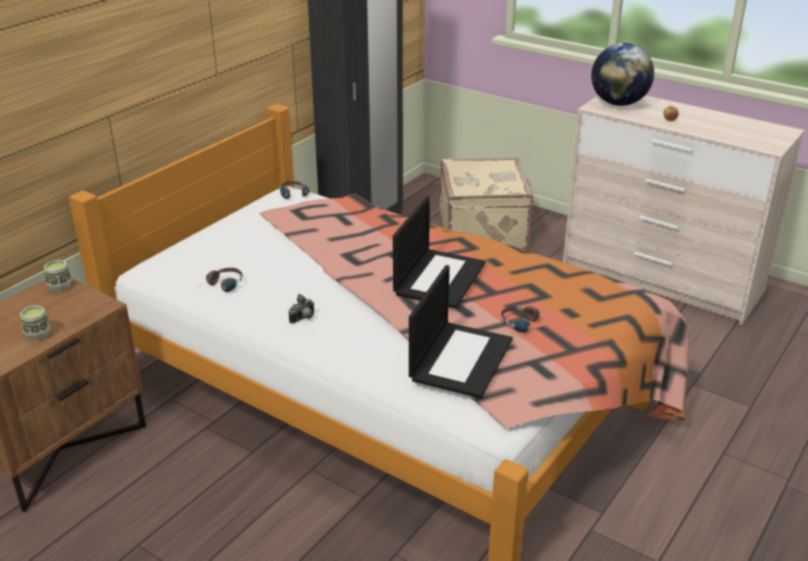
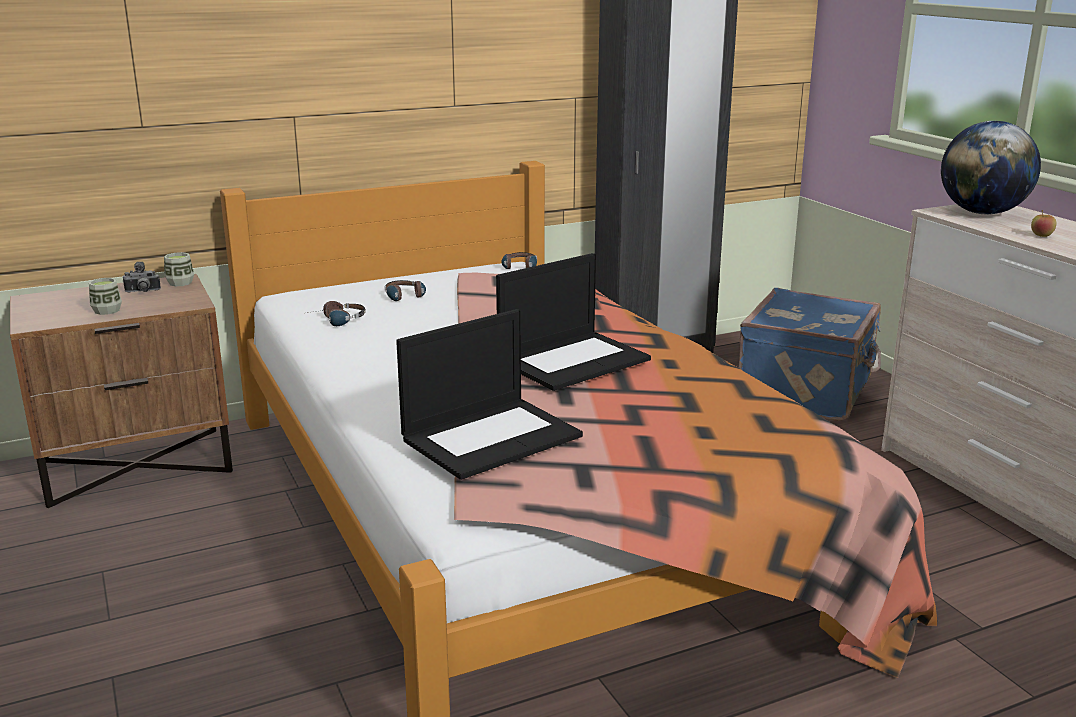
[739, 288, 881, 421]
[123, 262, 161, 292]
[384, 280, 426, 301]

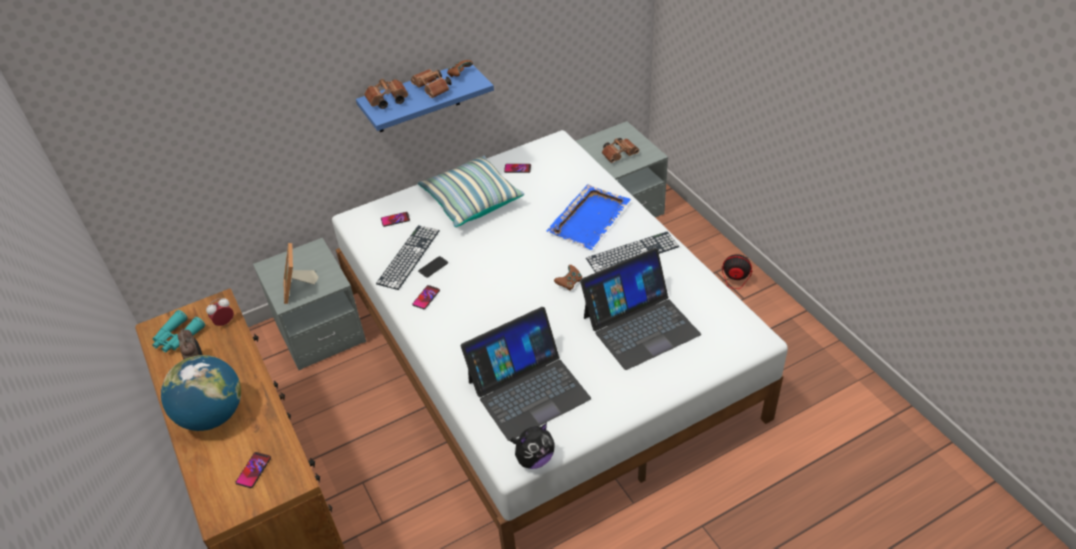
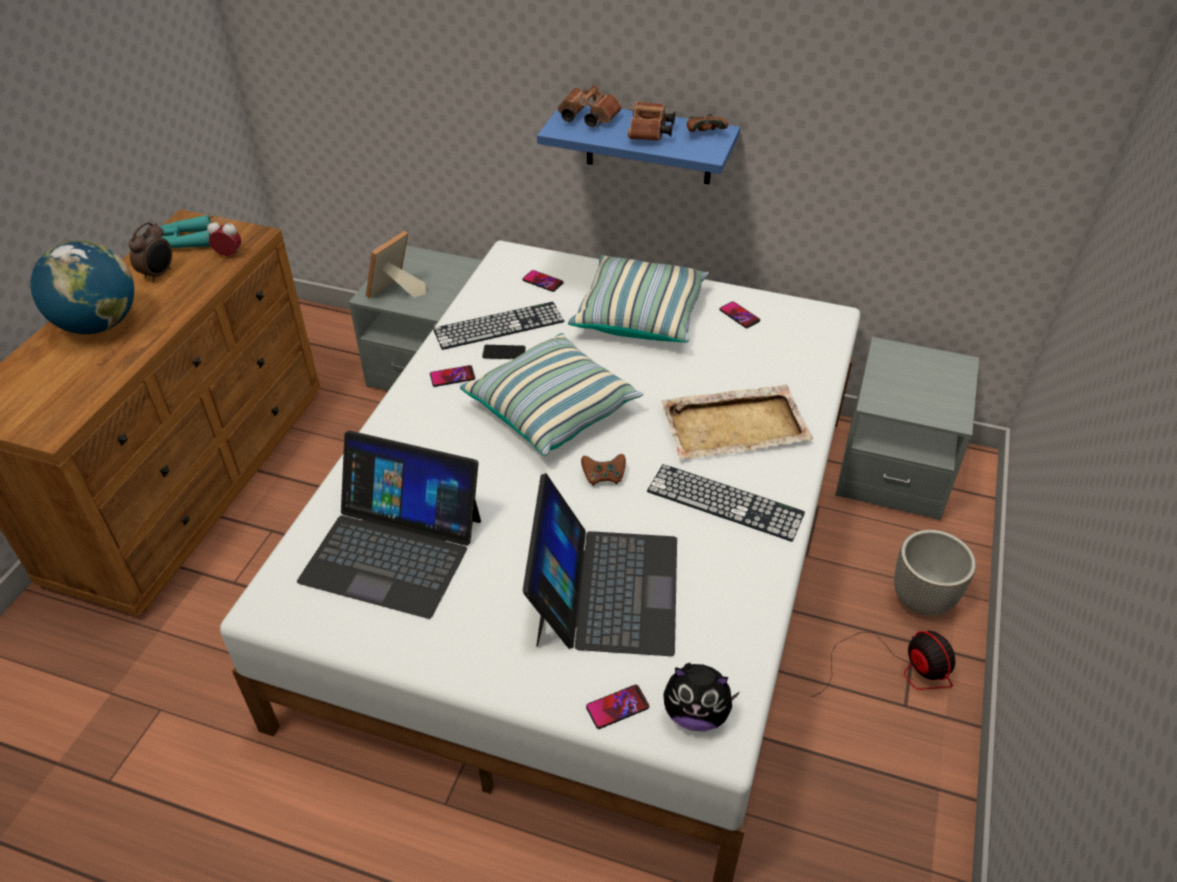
[602, 138, 639, 163] (first image)
[661, 385, 813, 460]
[523, 473, 677, 656]
[663, 663, 739, 731]
[586, 685, 649, 729]
[460, 333, 644, 456]
[894, 530, 976, 616]

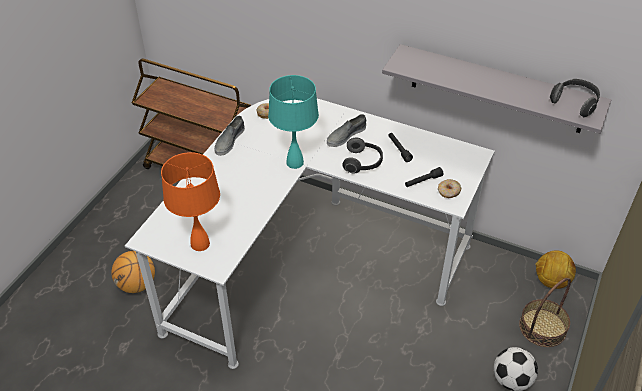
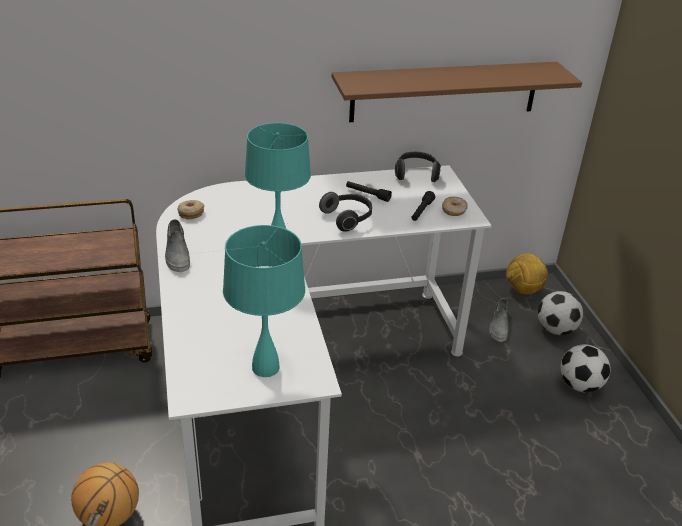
[332, 62, 582, 122]
[395, 152, 441, 182]
[490, 299, 509, 342]
[223, 225, 305, 377]
[538, 291, 583, 335]

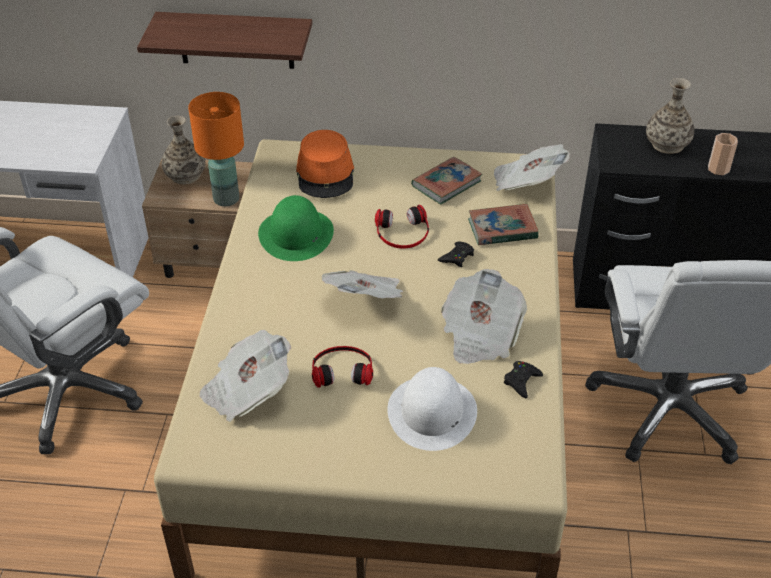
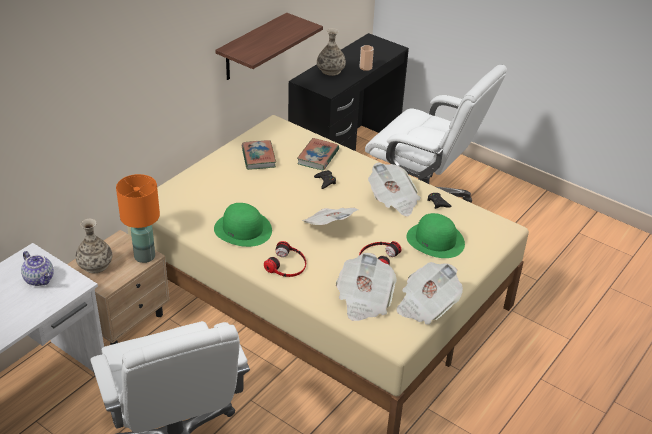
[215, 13, 323, 80]
[296, 130, 354, 198] (first image)
[396, 262, 463, 325]
[264, 241, 306, 277]
[407, 213, 465, 258]
[21, 251, 54, 286]

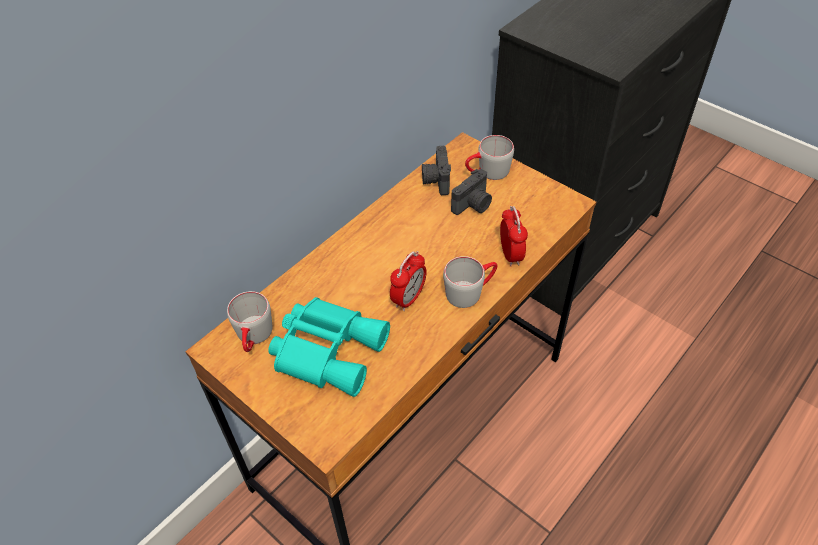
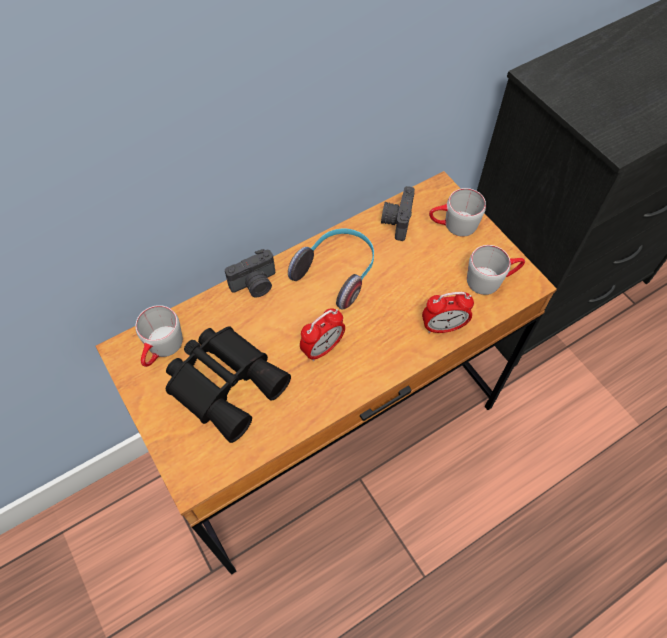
[225, 249, 275, 298]
[422, 292, 474, 333]
[467, 245, 525, 295]
[166, 326, 291, 443]
[288, 228, 374, 310]

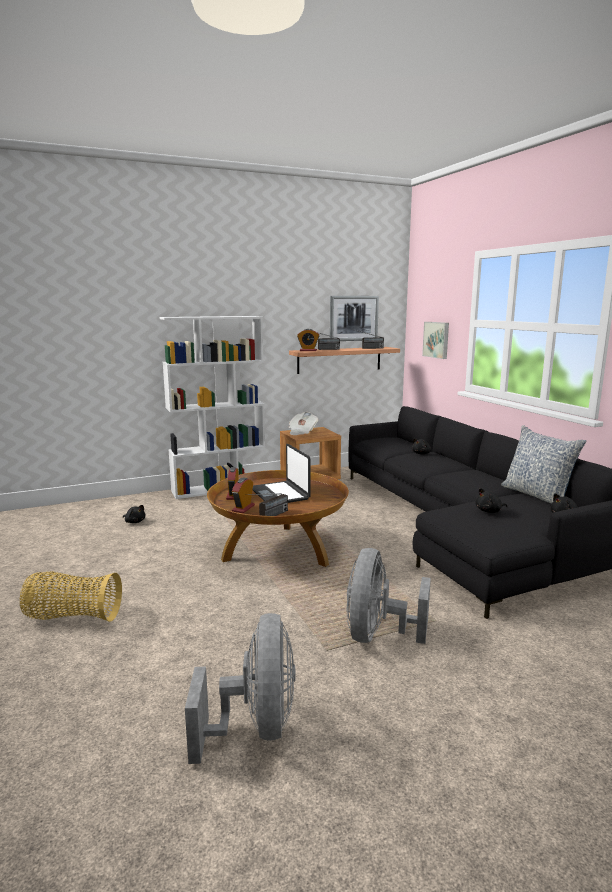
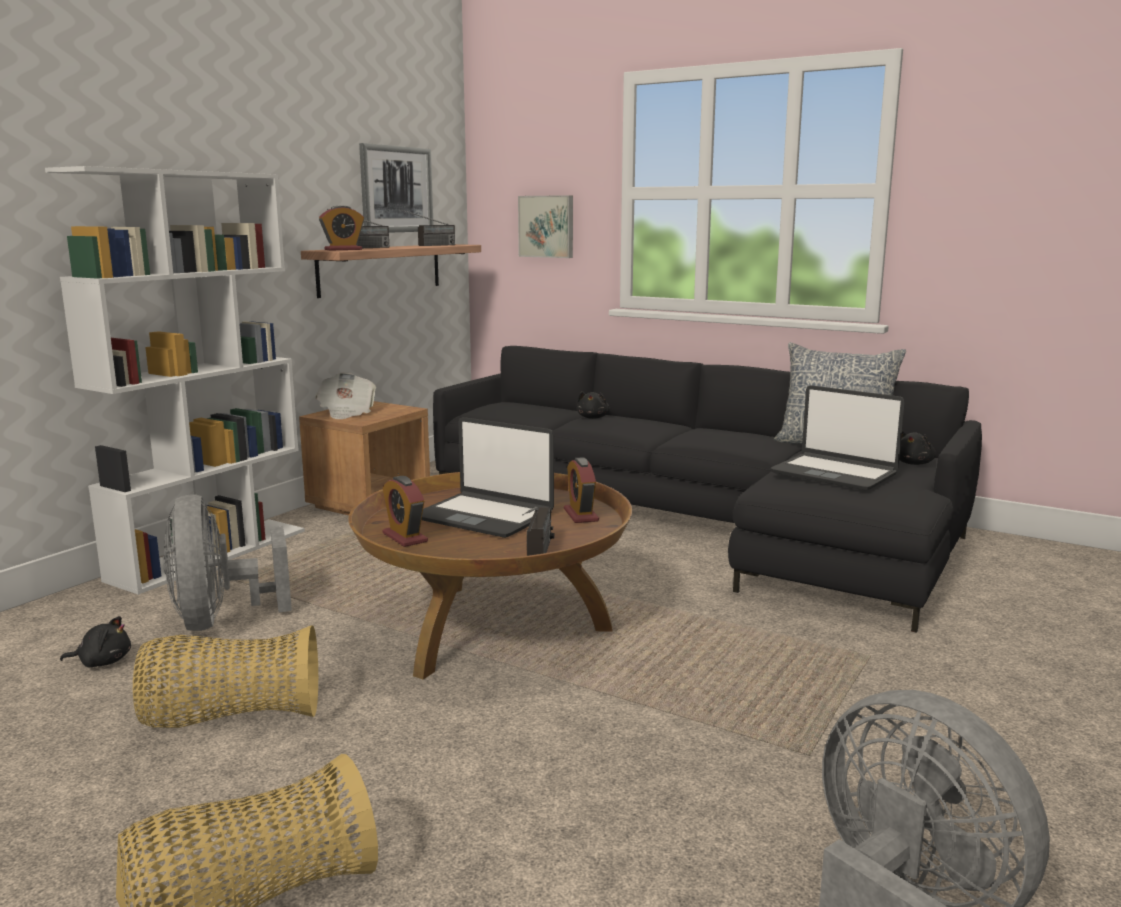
[564, 457, 599, 523]
[771, 385, 905, 491]
[163, 494, 292, 631]
[133, 625, 318, 728]

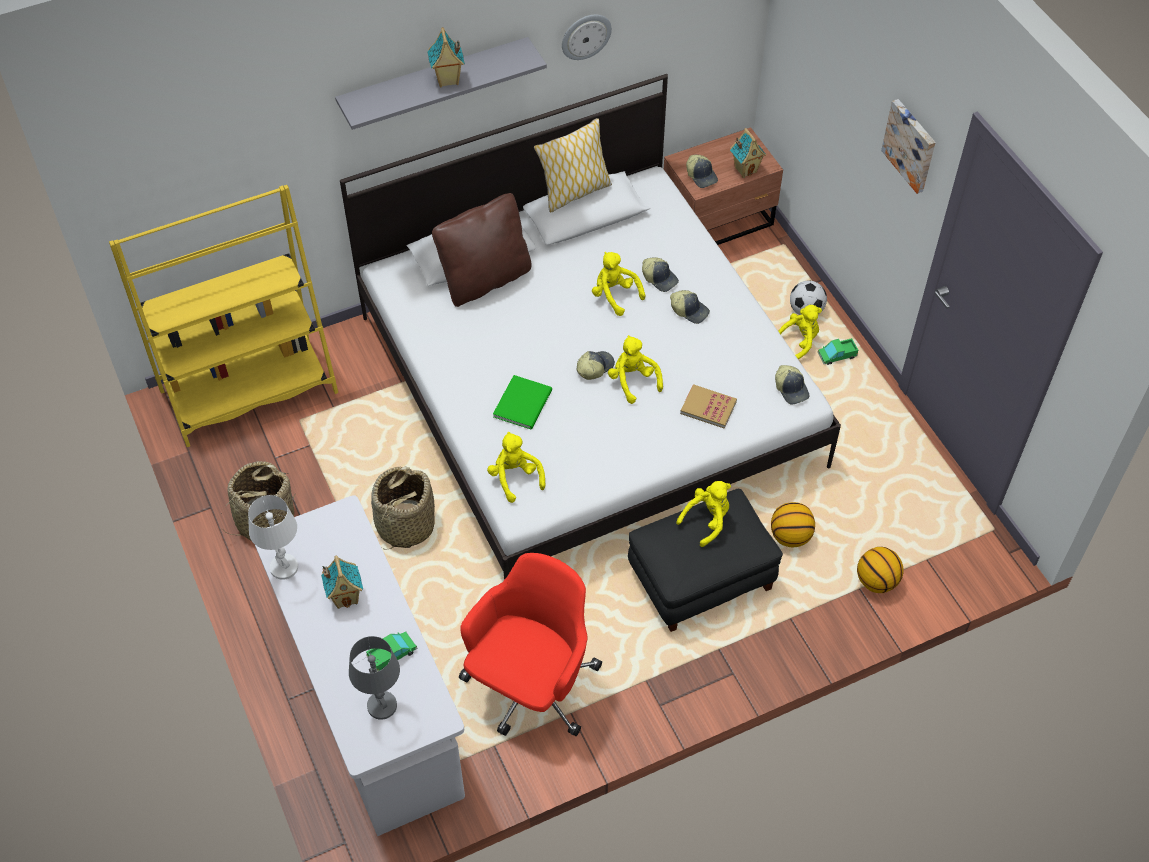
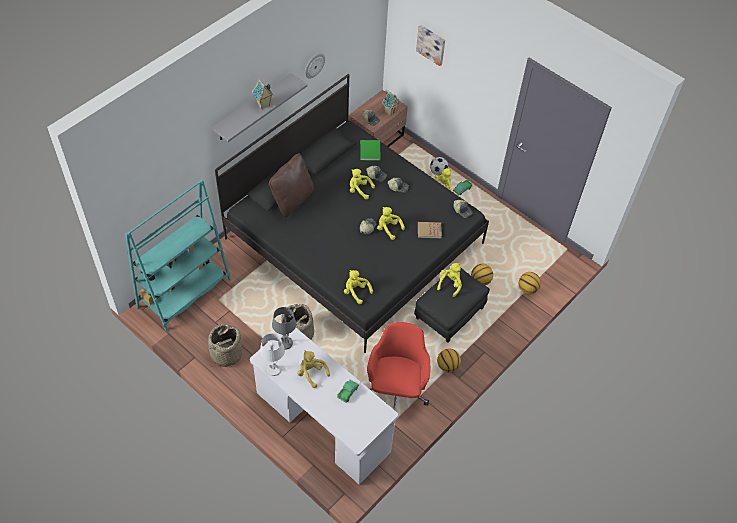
[215, 74, 489, 353]
[416, 25, 445, 66]
[534, 118, 612, 213] (first image)
[125, 179, 231, 331]
[360, 140, 380, 161]
[297, 350, 330, 388]
[272, 307, 296, 350]
[437, 349, 461, 373]

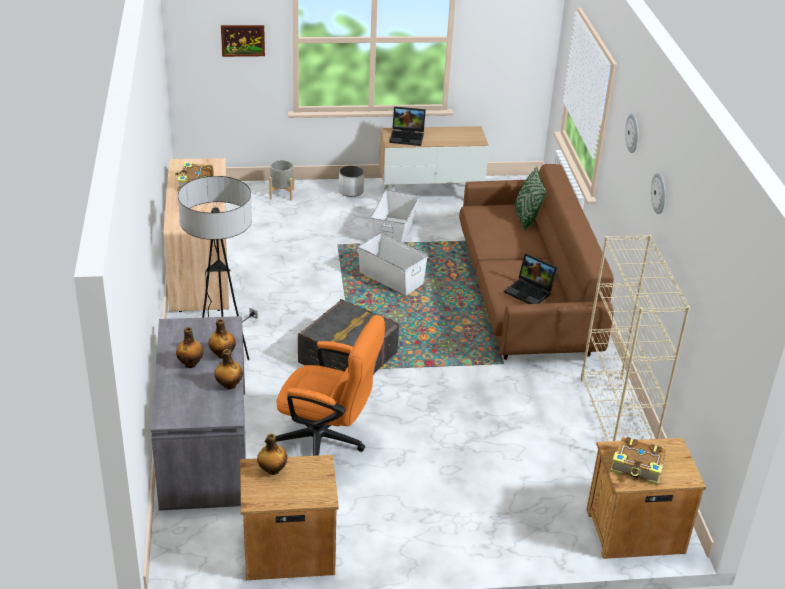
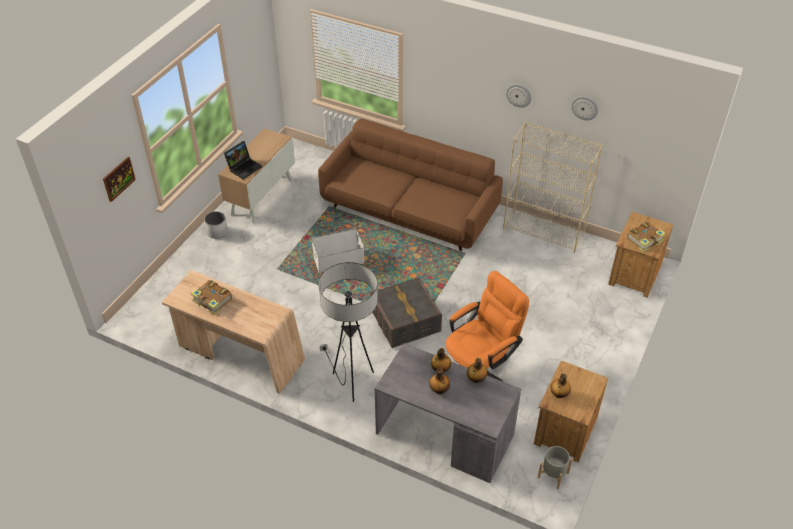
[571, 96, 598, 120]
[538, 446, 573, 489]
[515, 166, 546, 231] (first image)
[371, 189, 419, 242] (first image)
[504, 253, 558, 304] (first image)

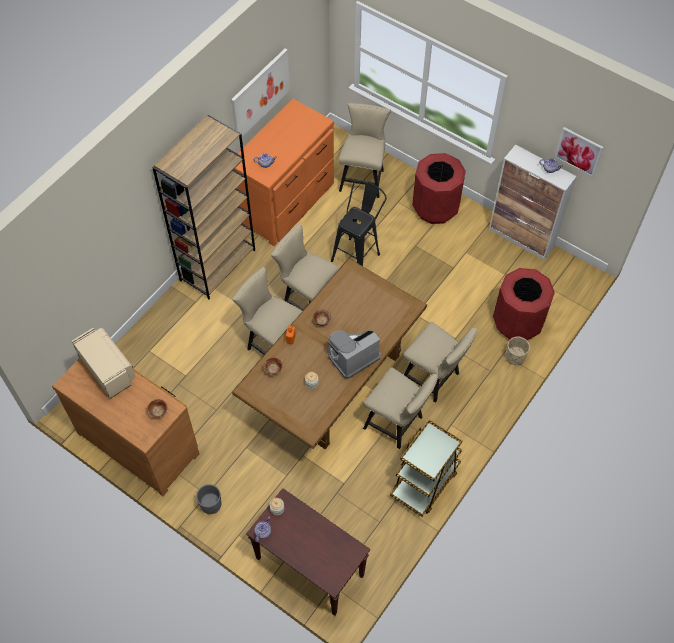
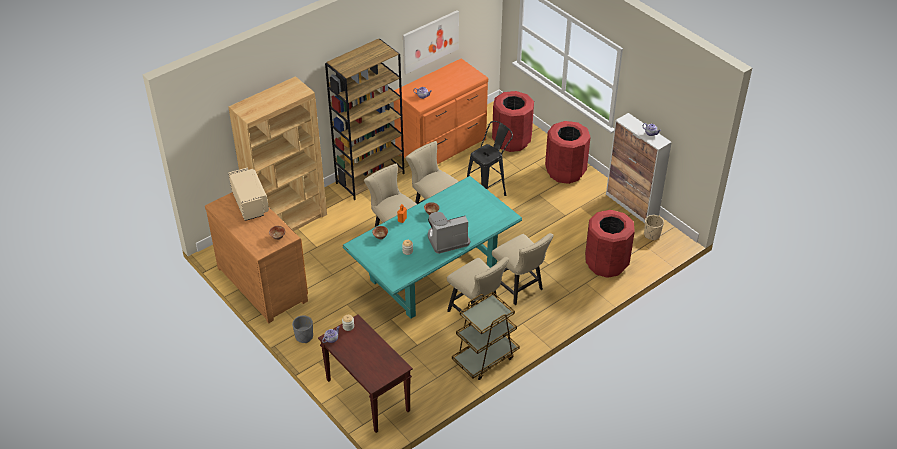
[492, 91, 534, 152]
[555, 127, 603, 177] (first image)
[343, 176, 522, 319]
[644, 215, 664, 240]
[228, 76, 327, 231]

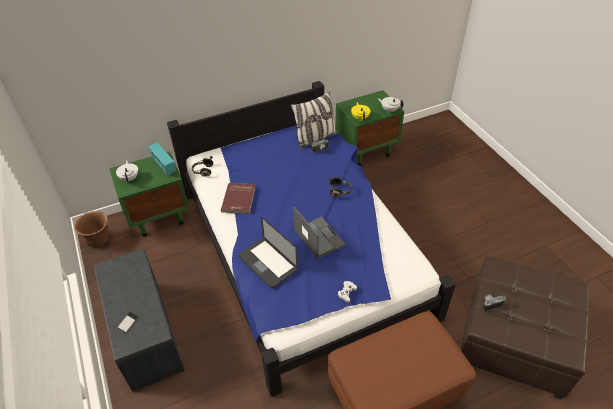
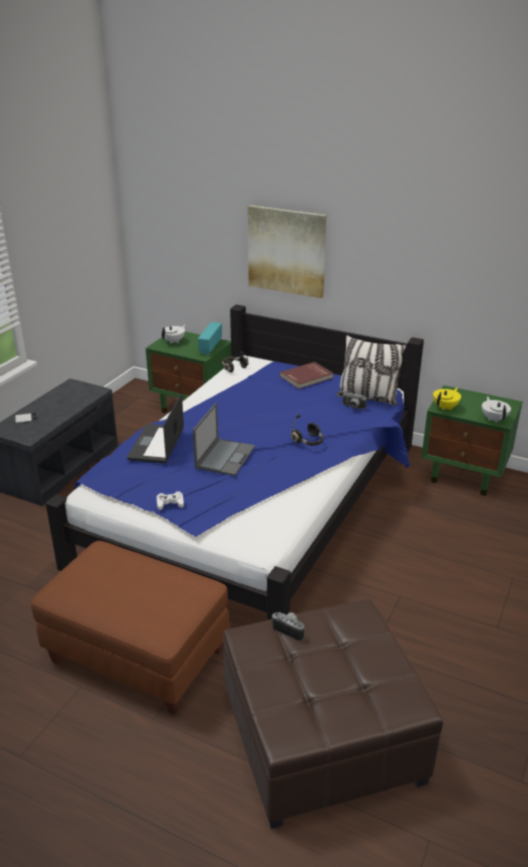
[279, 362, 334, 389]
[74, 211, 109, 248] (first image)
[248, 205, 327, 298]

